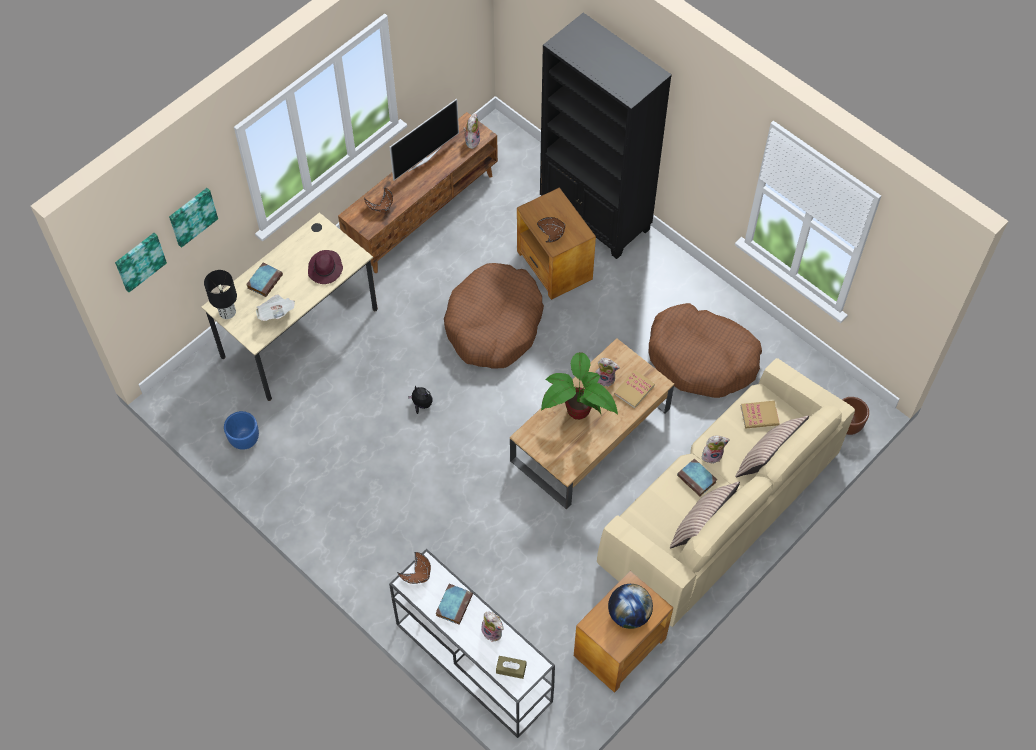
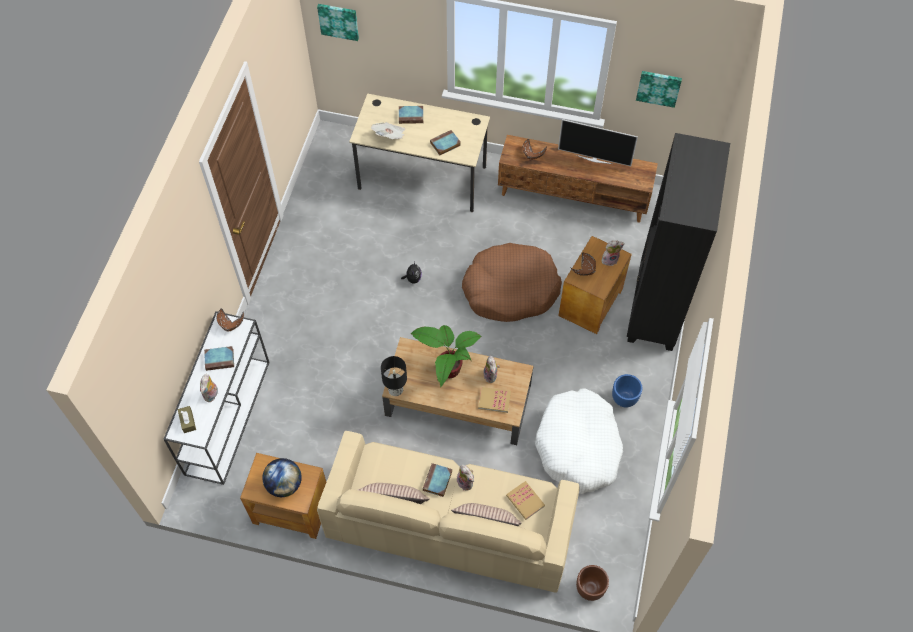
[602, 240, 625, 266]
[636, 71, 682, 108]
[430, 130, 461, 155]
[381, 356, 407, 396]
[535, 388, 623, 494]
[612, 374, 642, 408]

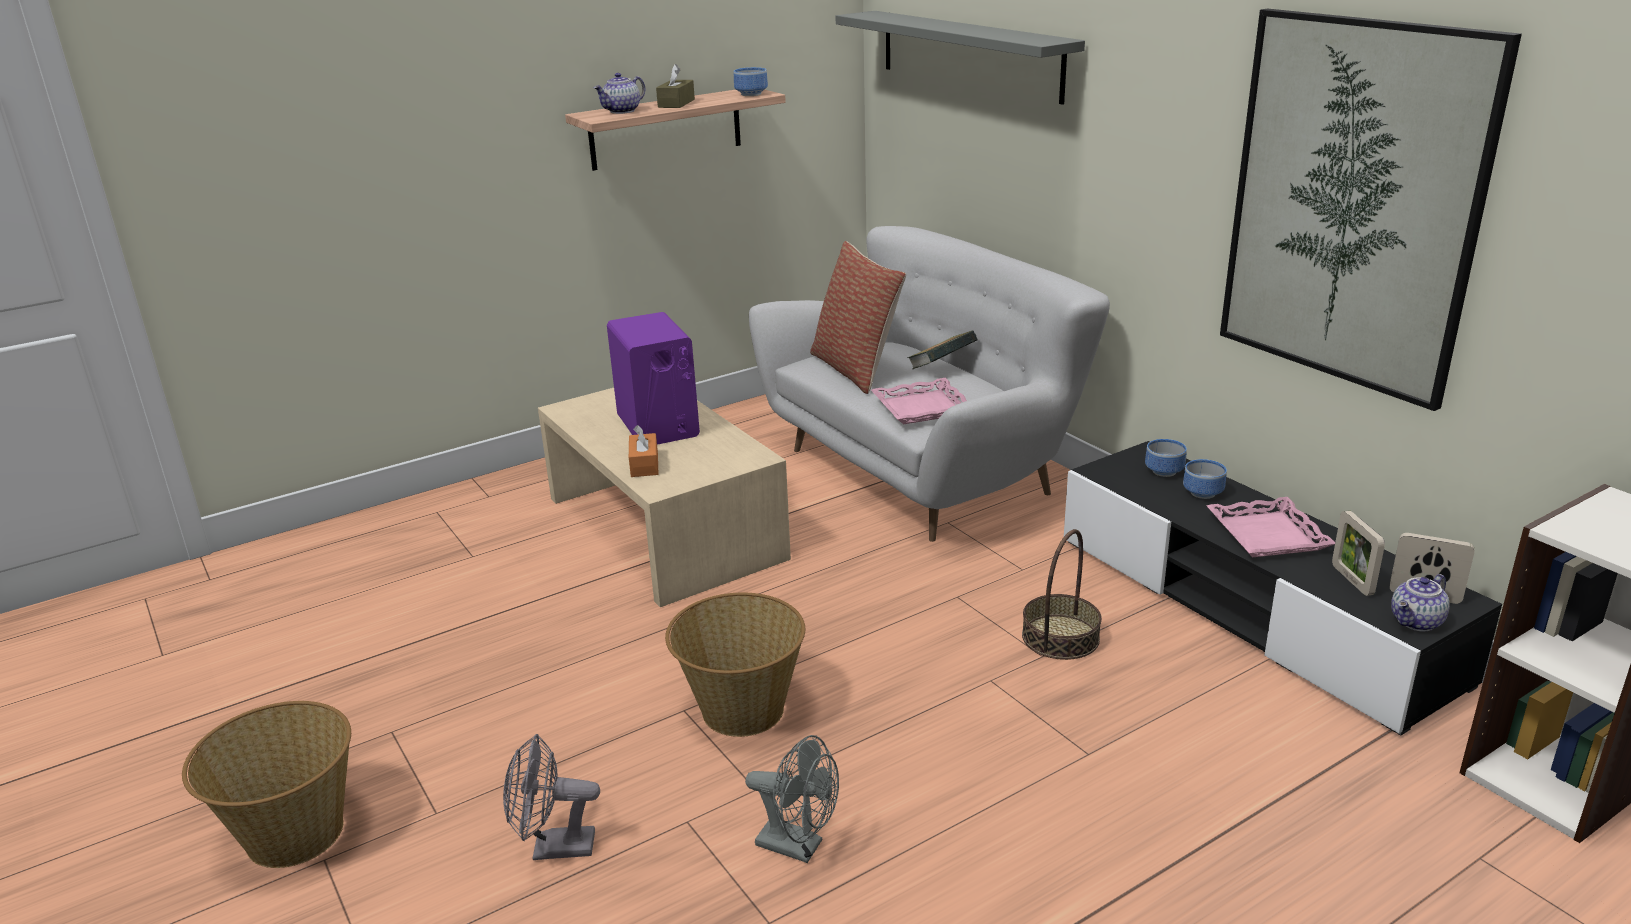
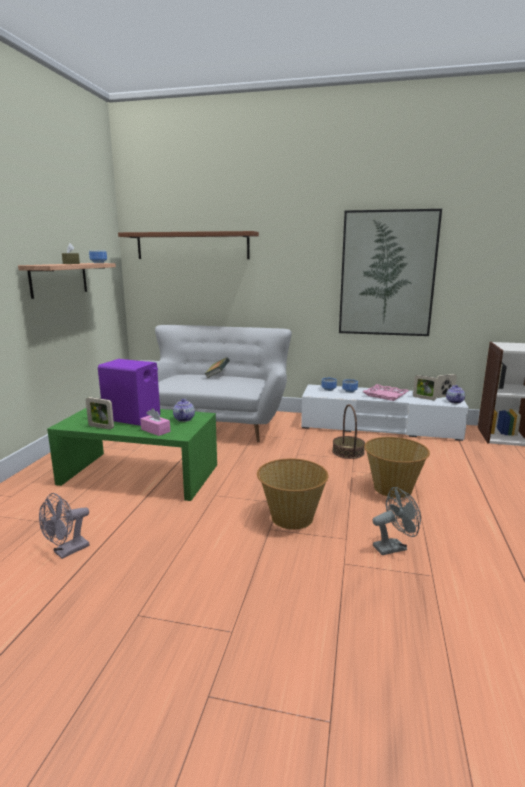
[118, 231, 259, 259]
[173, 399, 195, 422]
[810, 241, 906, 394] (first image)
[871, 378, 967, 424] (first image)
[47, 408, 217, 501]
[140, 408, 170, 436]
[301, 384, 469, 441]
[364, 437, 430, 498]
[39, 493, 90, 559]
[86, 397, 114, 429]

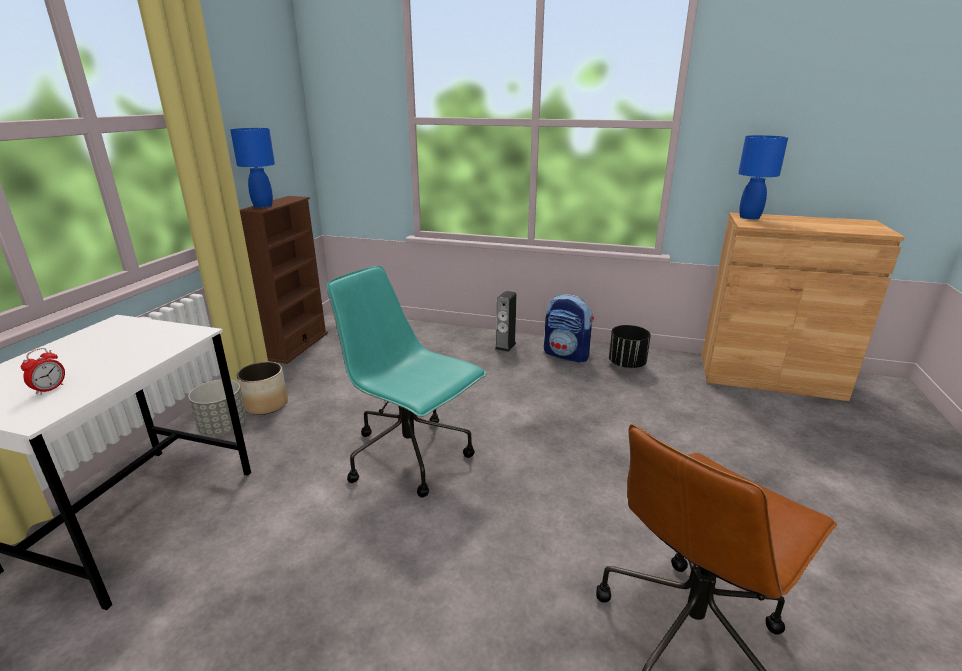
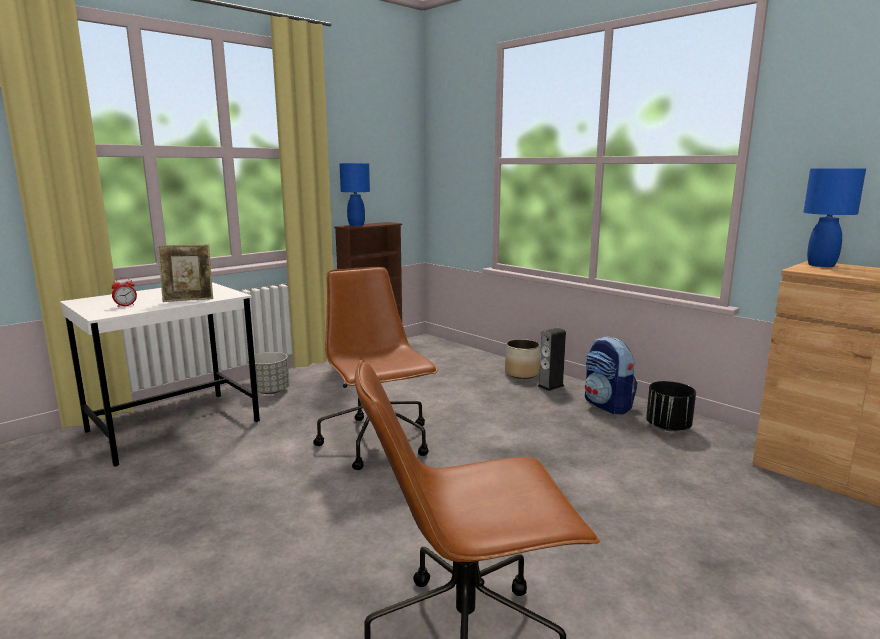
[313, 267, 438, 470]
[505, 339, 540, 379]
[158, 245, 213, 302]

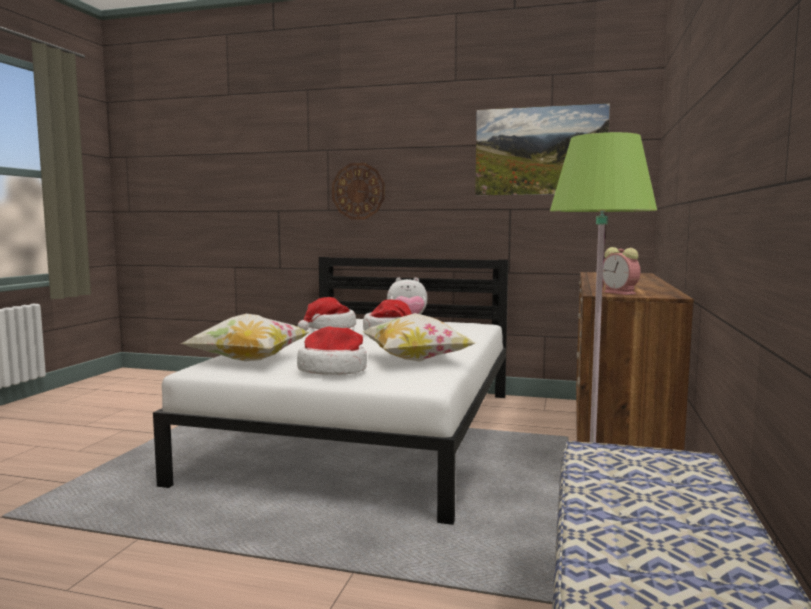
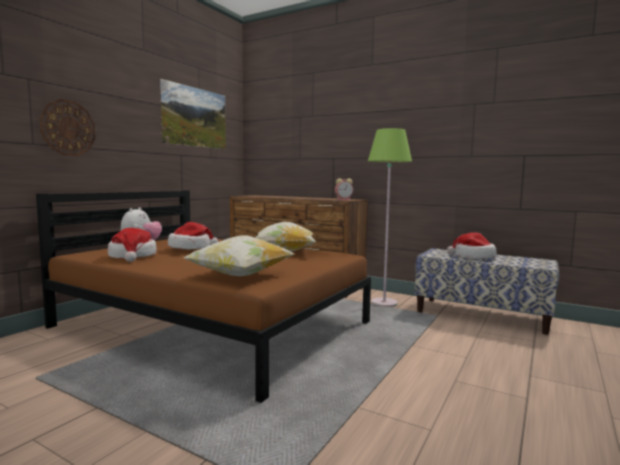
[36, 190, 371, 403]
[447, 232, 497, 259]

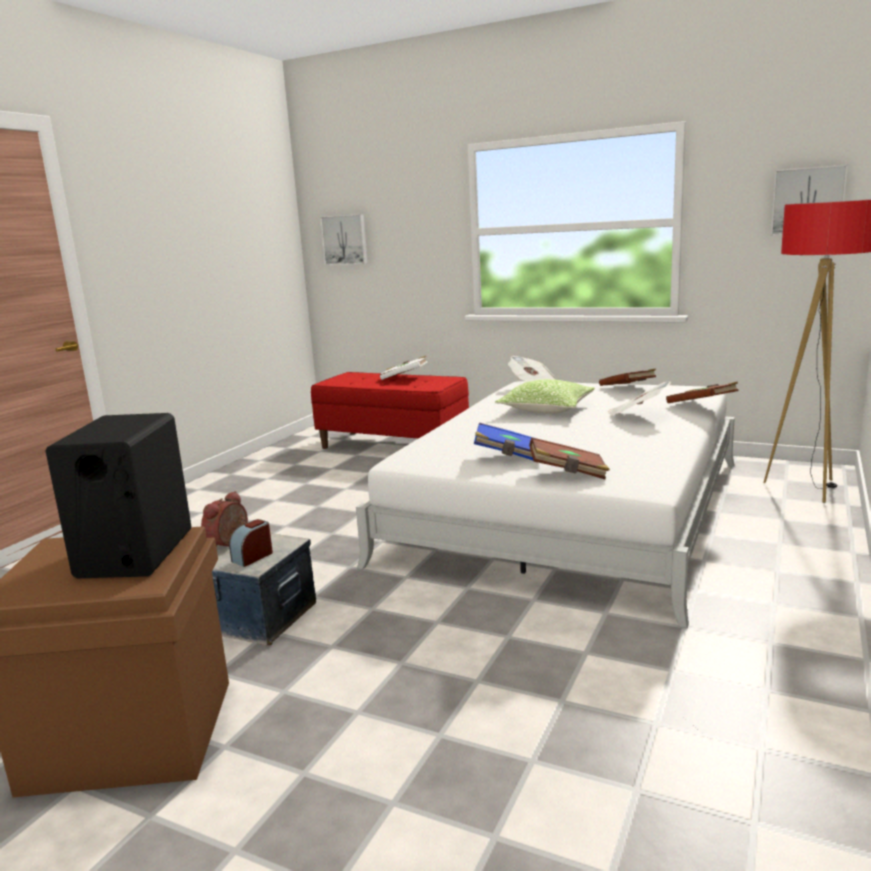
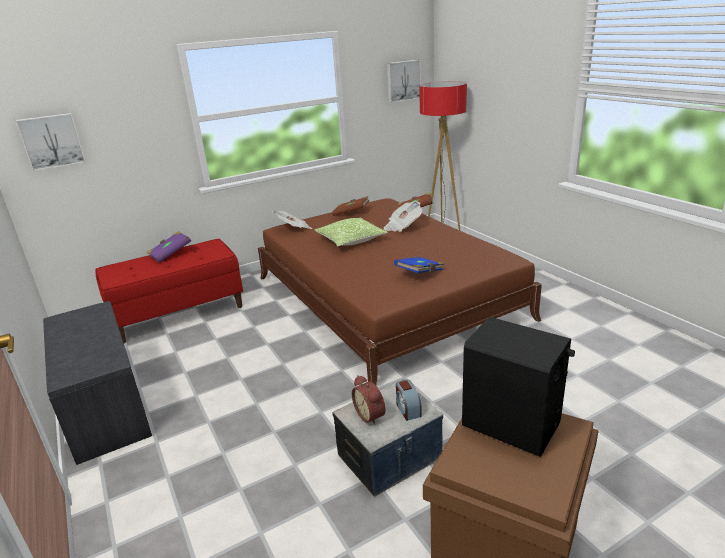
[147, 231, 191, 263]
[258, 198, 542, 385]
[529, 437, 610, 479] (first image)
[43, 301, 152, 465]

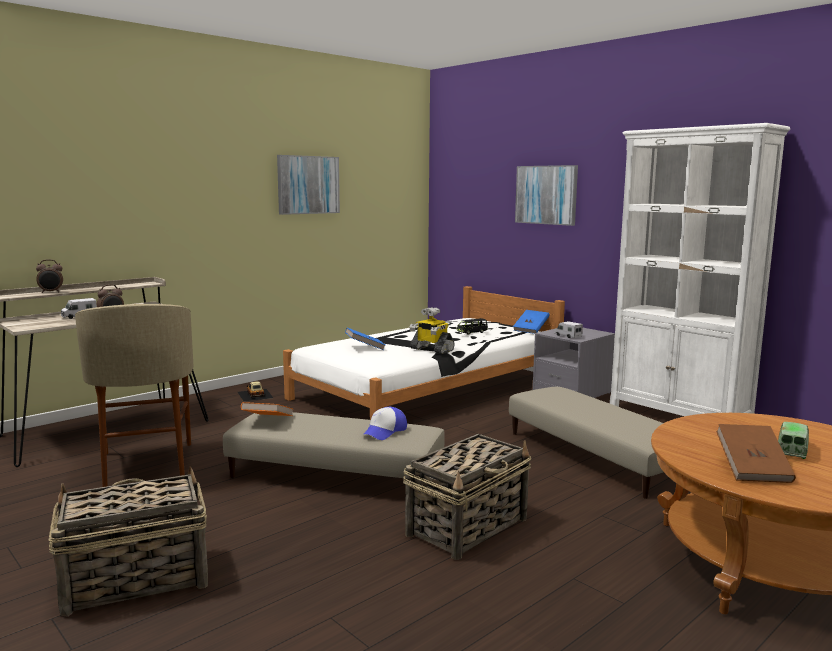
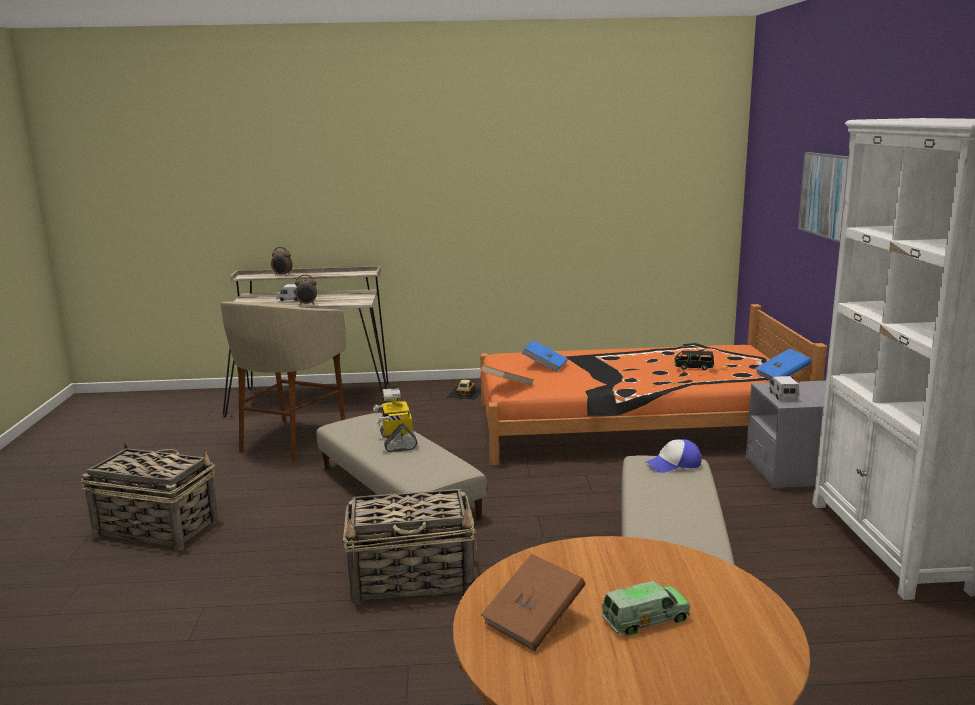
[277, 155, 340, 215] (first image)
[480, 304, 827, 465]
[373, 388, 417, 452]
[481, 365, 534, 386]
[645, 439, 702, 473]

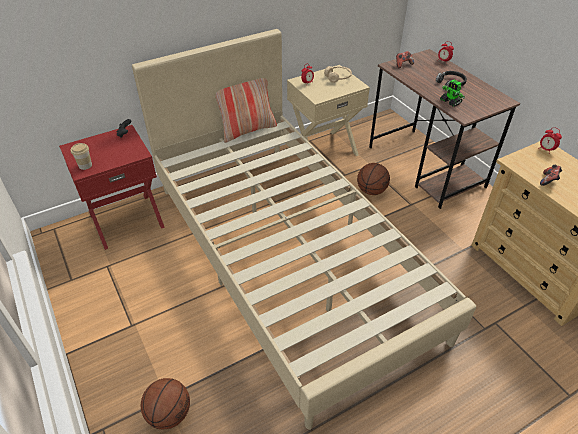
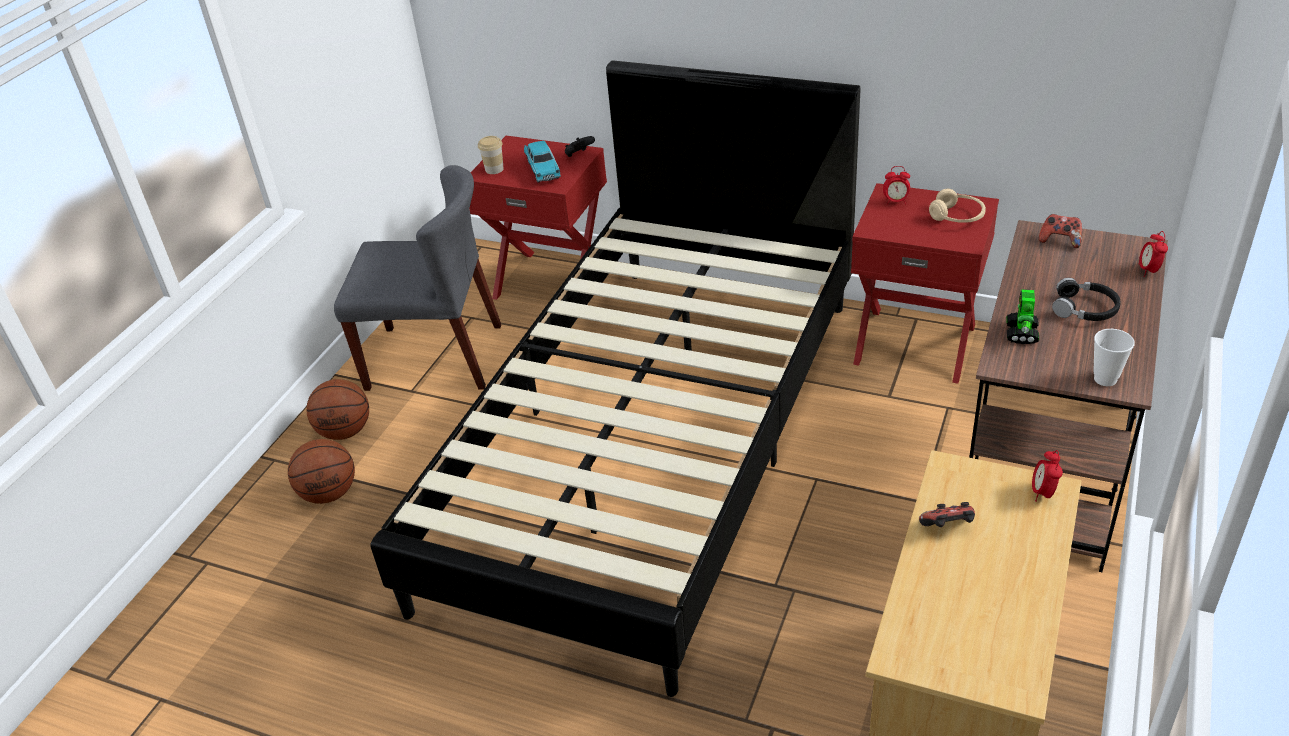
[370, 60, 860, 697]
[851, 183, 999, 384]
[215, 78, 277, 143] (first image)
[306, 379, 369, 440]
[524, 141, 561, 183]
[334, 165, 501, 391]
[1093, 329, 1135, 386]

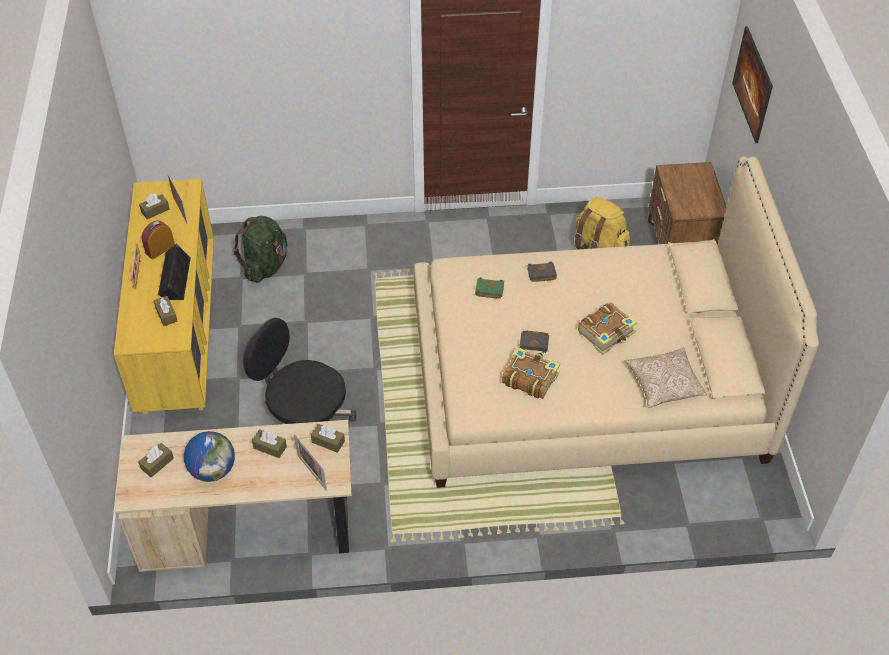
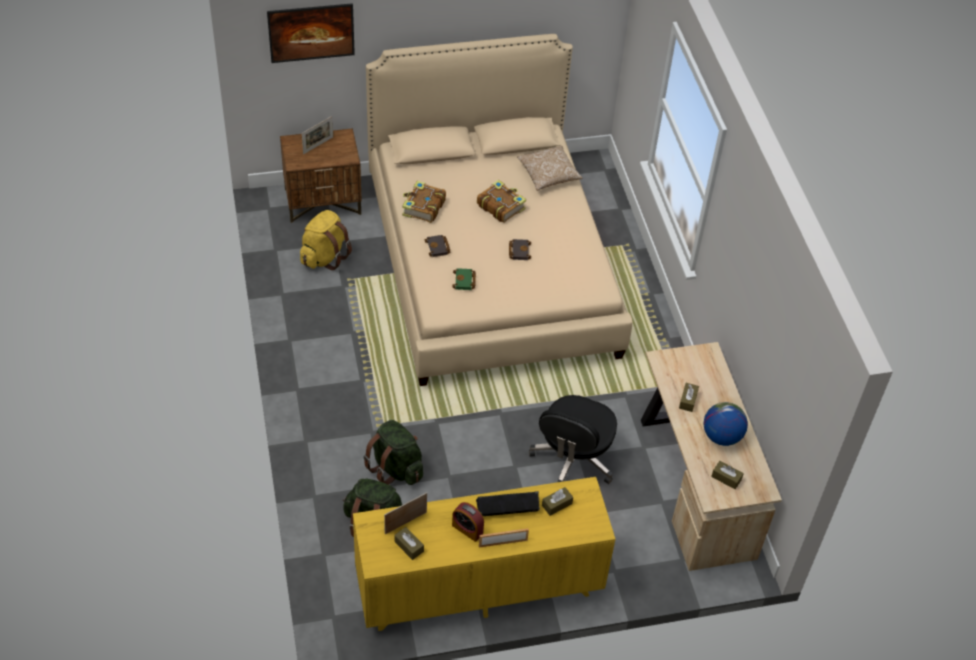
[402, 181, 446, 223]
[311, 424, 345, 453] (first image)
[302, 116, 333, 154]
[363, 420, 423, 485]

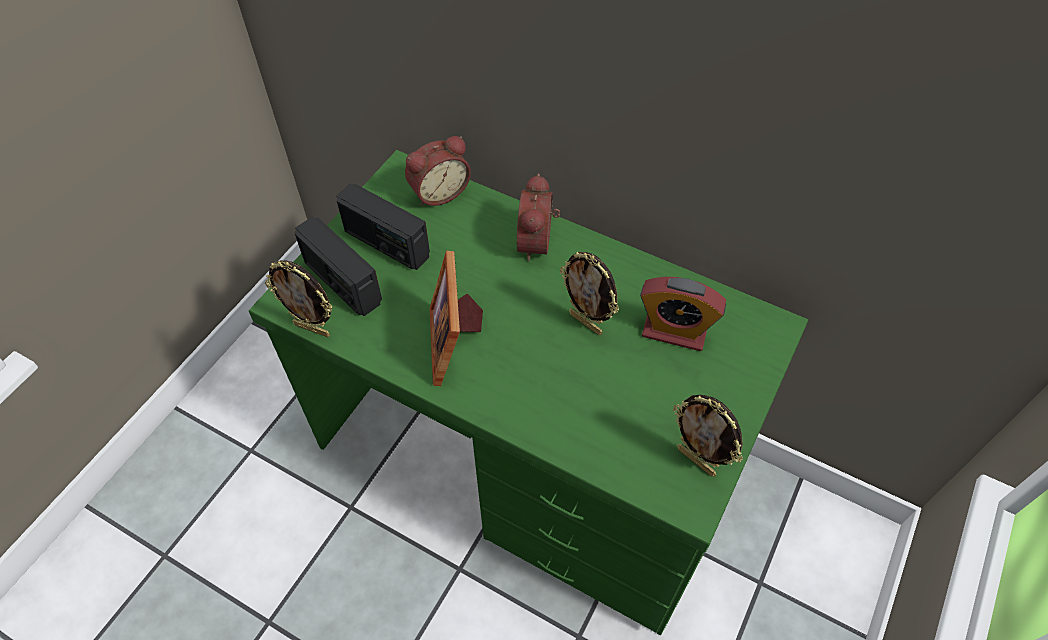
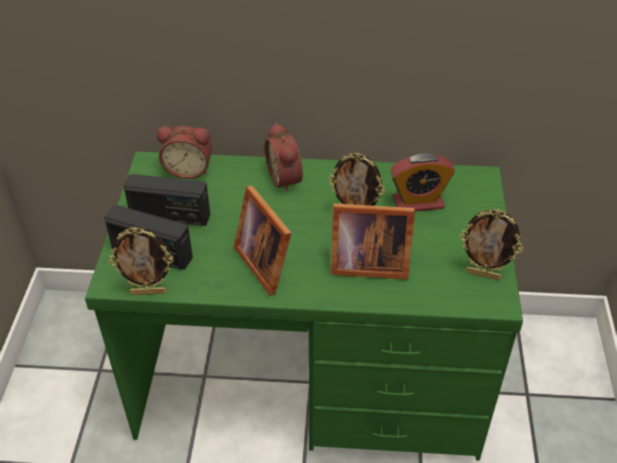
[157, 126, 212, 179]
[330, 204, 415, 280]

